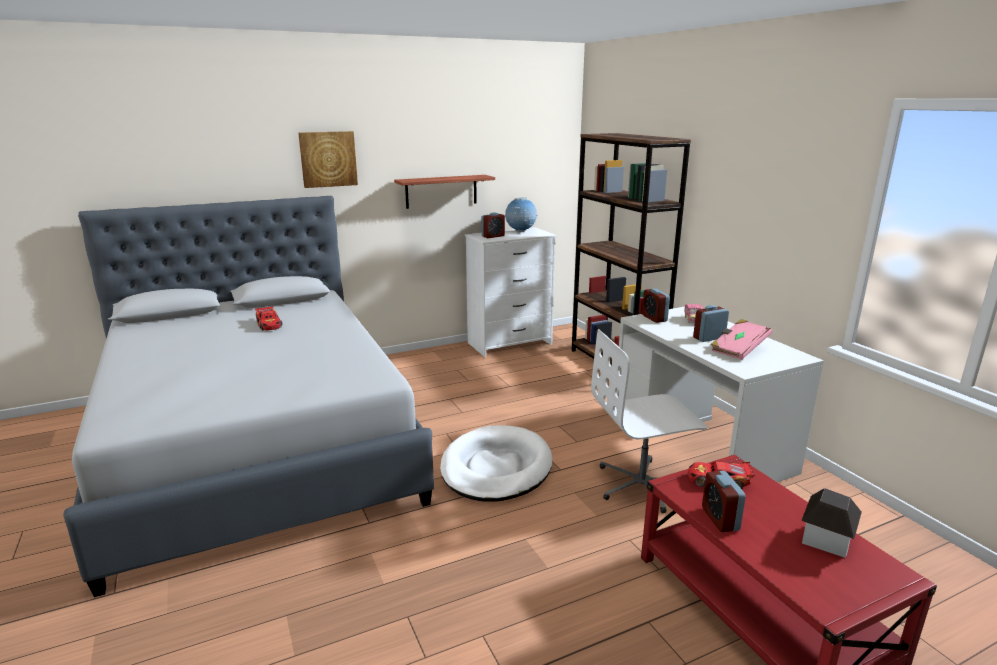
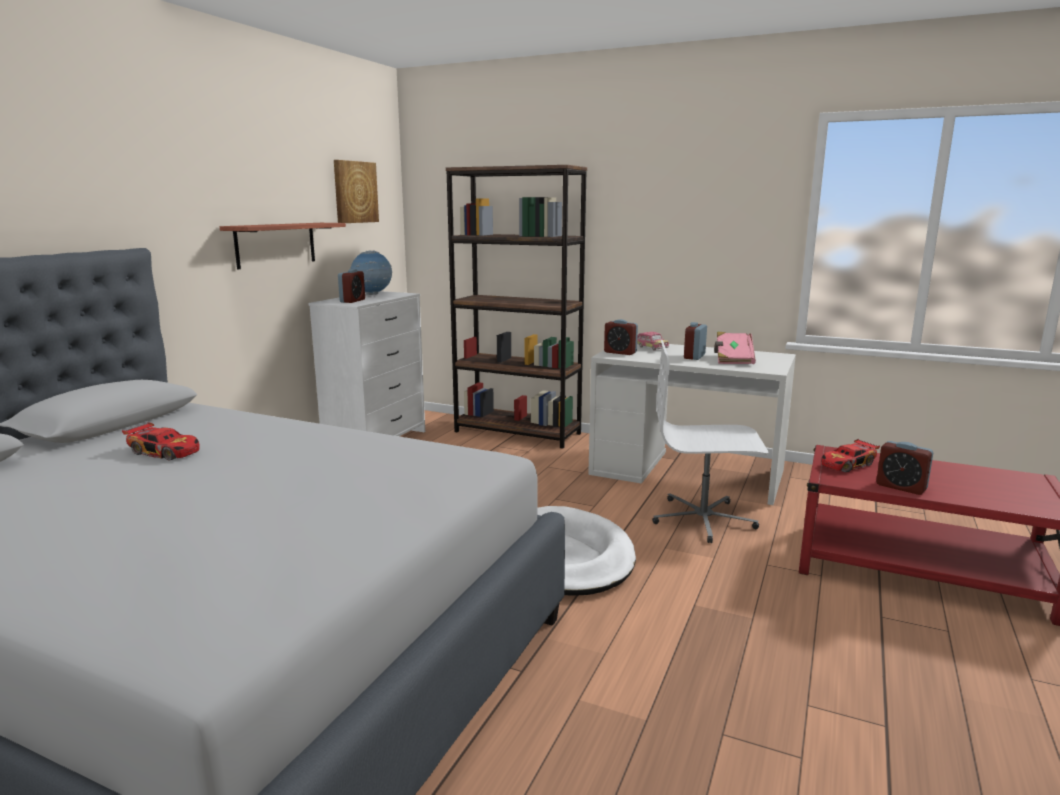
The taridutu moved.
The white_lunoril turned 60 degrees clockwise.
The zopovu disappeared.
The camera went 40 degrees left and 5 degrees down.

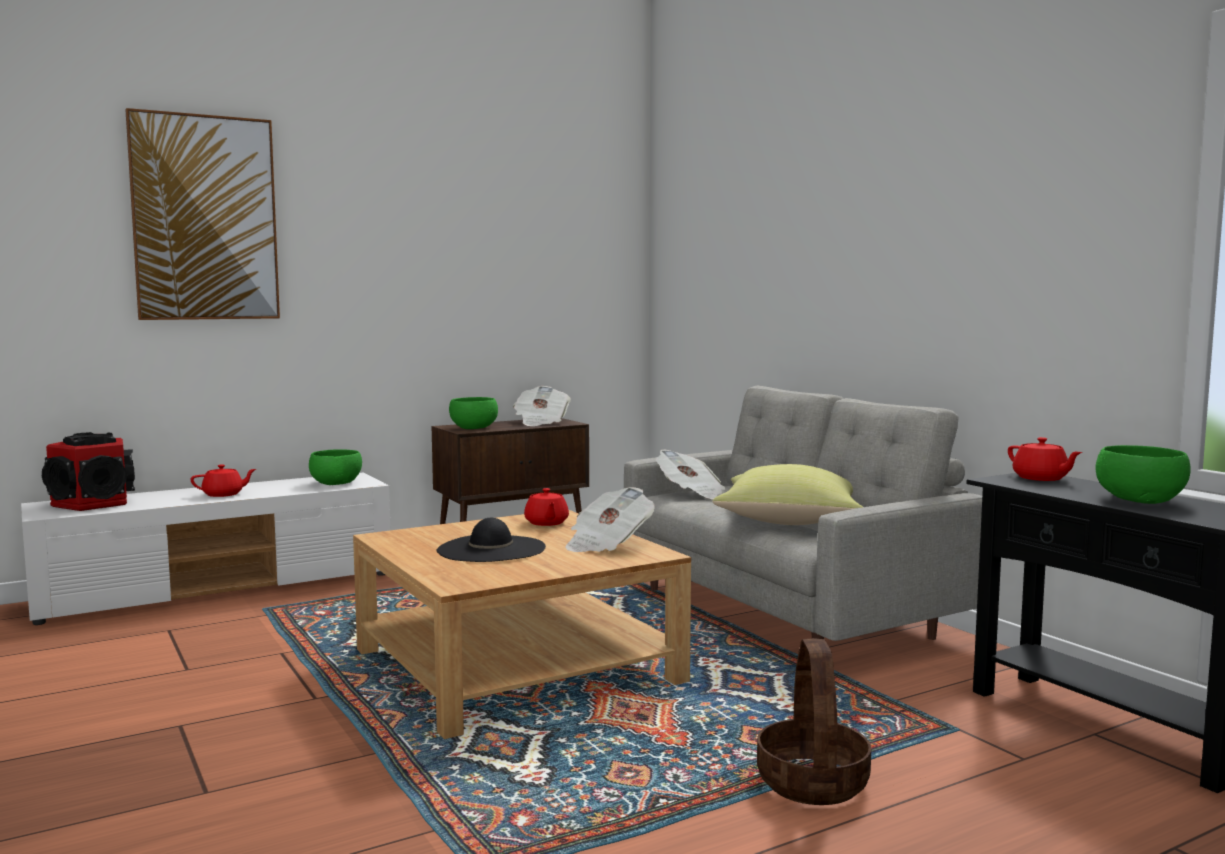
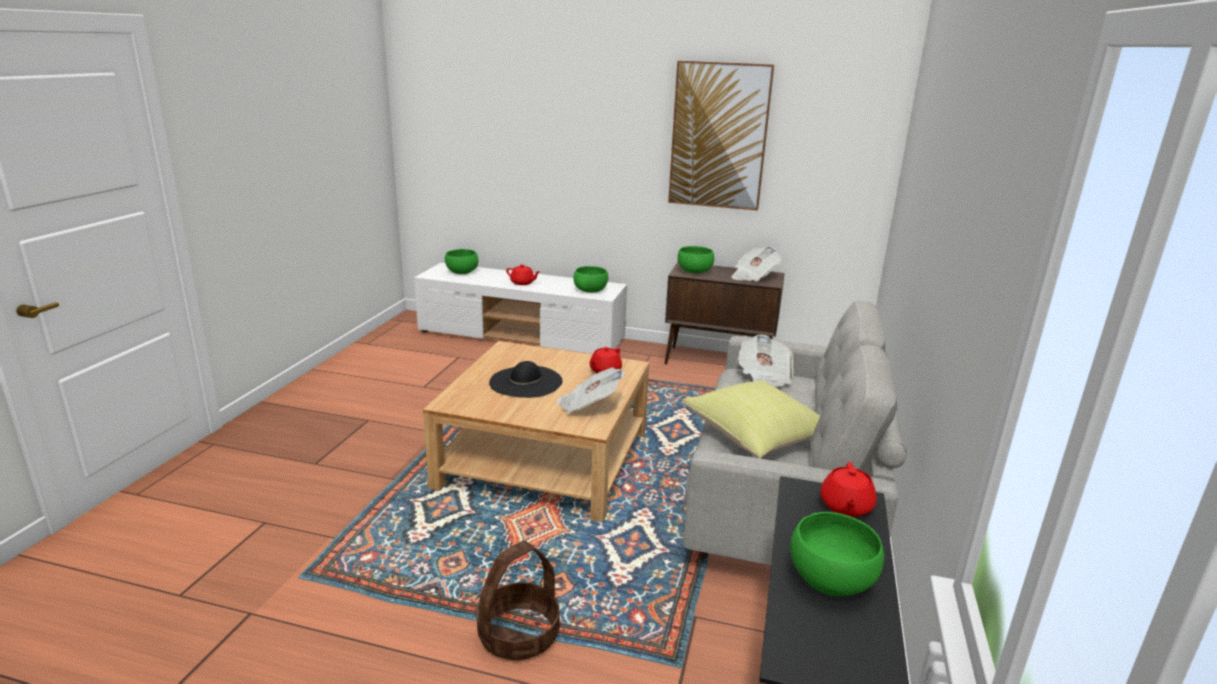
The taridutu moved.
The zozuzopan was replaced by the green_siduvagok (1st from left).
The camera went 45 degrees right and 15 degrees up.

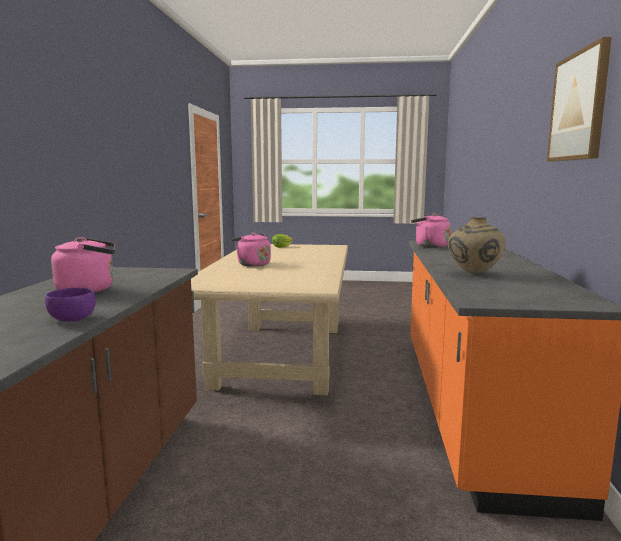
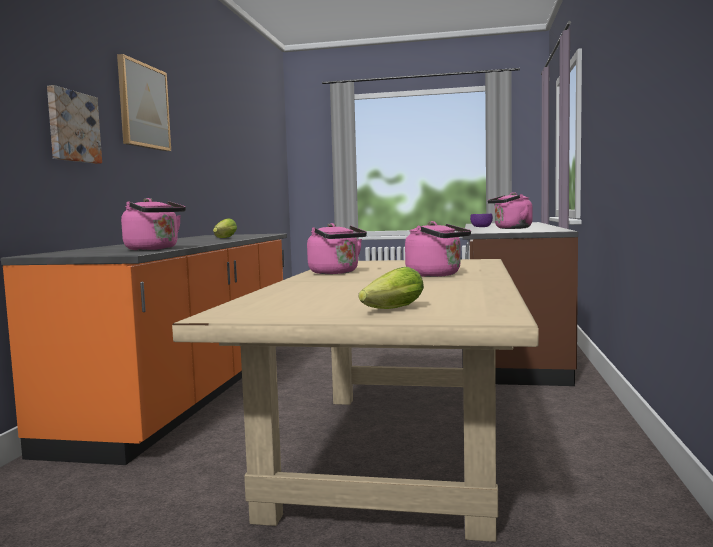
The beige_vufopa was replaced by the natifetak (1st from left).
The taridutu (1st from left) appeared.
The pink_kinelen (2nd from left) appeared.
The camera went 175 degrees left and 5 degrees down.

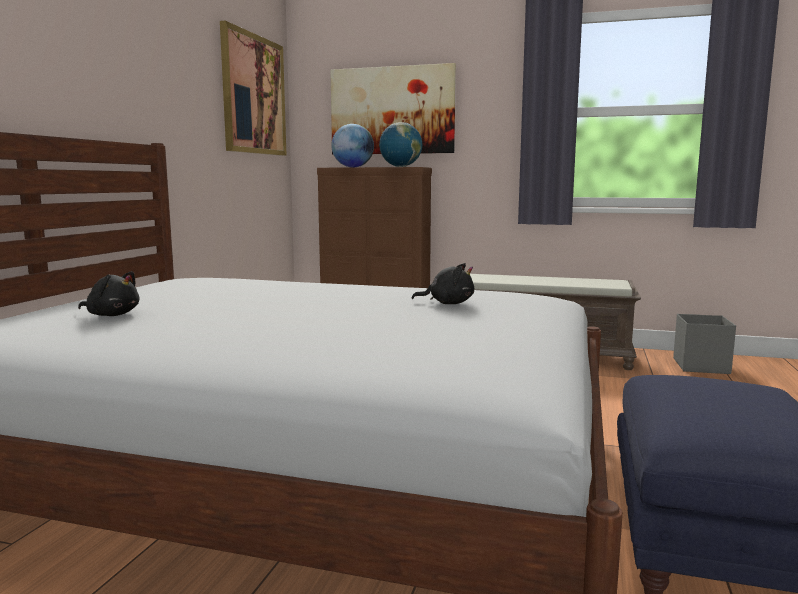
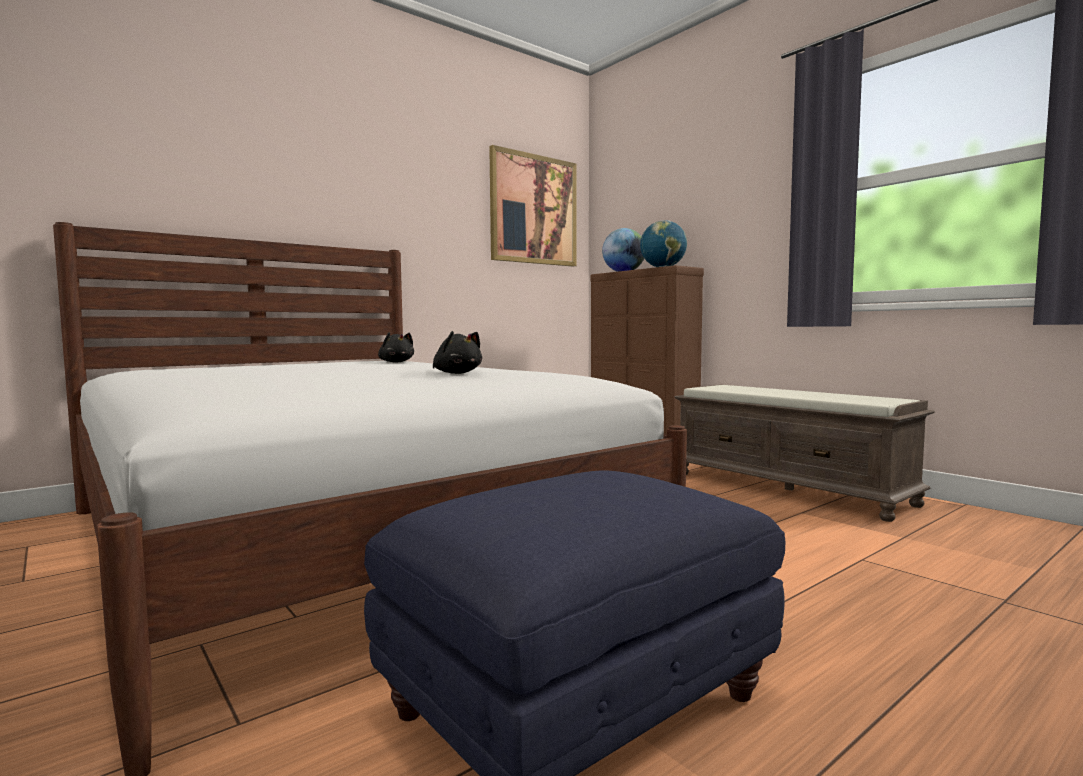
The taridutu (2nd from left) disappeared.
The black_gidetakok (1st from left) moved.
The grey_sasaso disappeared.
The camera went 35 degrees right and 5 degrees down.

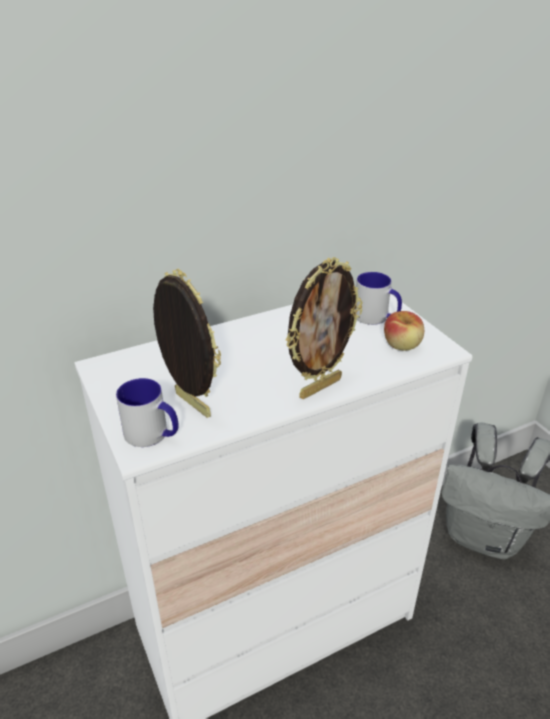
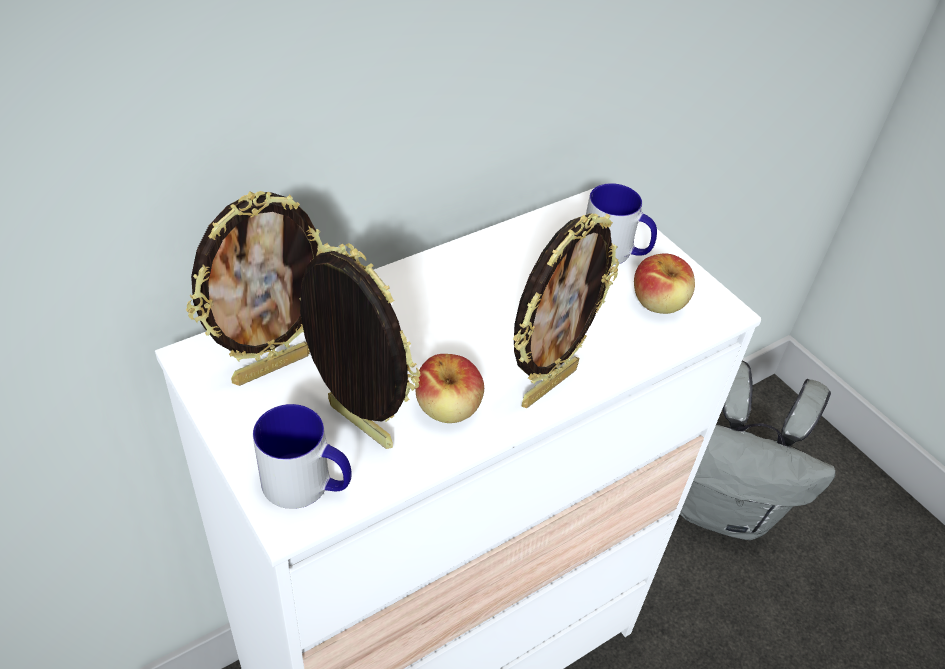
The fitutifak (1st from left) appeared.
The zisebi (1st from left) appeared.
The camera went 10 degrees left and 10 degrees up.

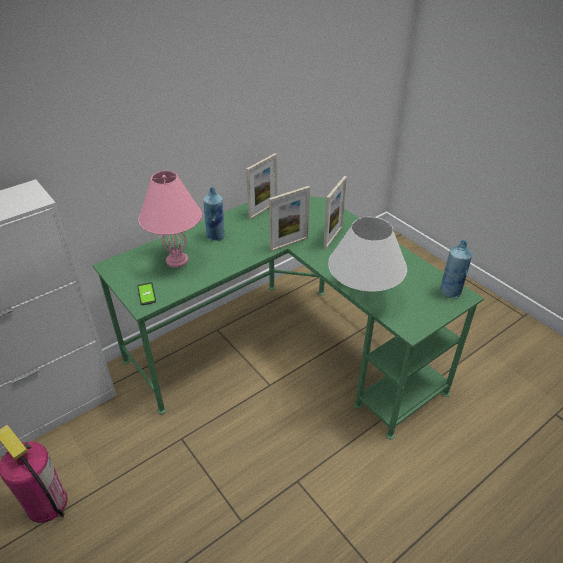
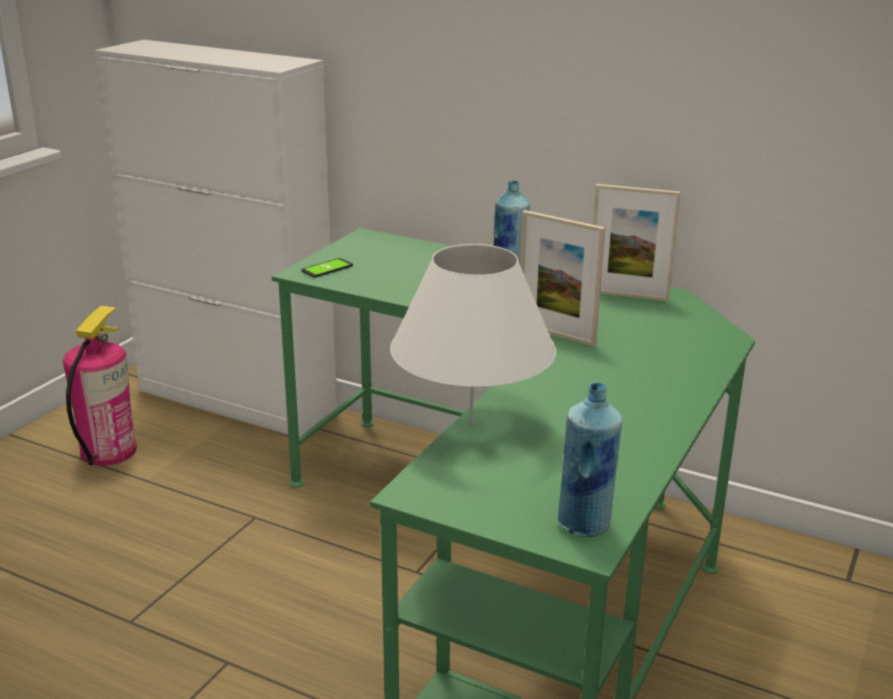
The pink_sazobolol disappeared.
The fitutifak (3rd from left) disappeared.
The camera went 65 degrees right and 15 degrees down.

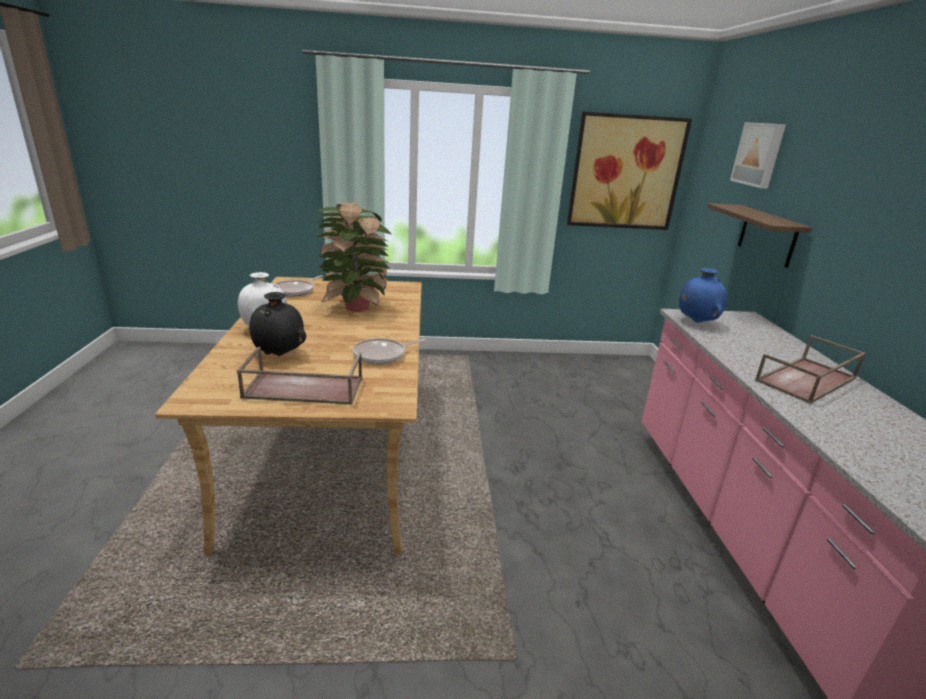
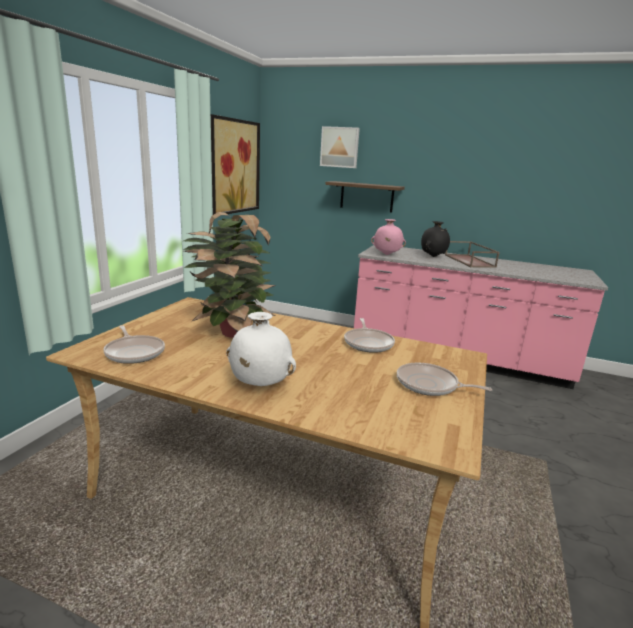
The blue_vufopa became the pink_vufopa.
The black_vufopa moved.
The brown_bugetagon (1st from left) was replaced by the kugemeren (3rd from left).
The camera went 65 degrees left and 5 degrees down.

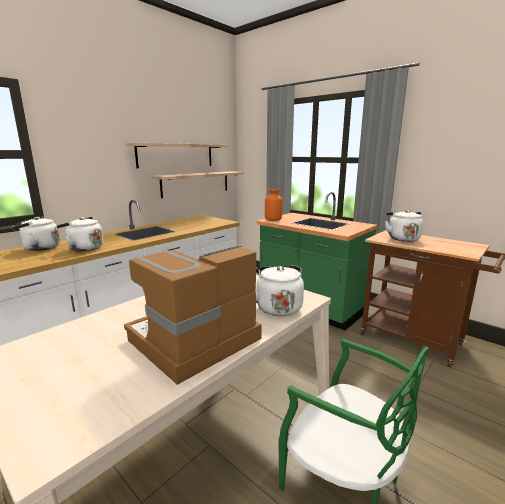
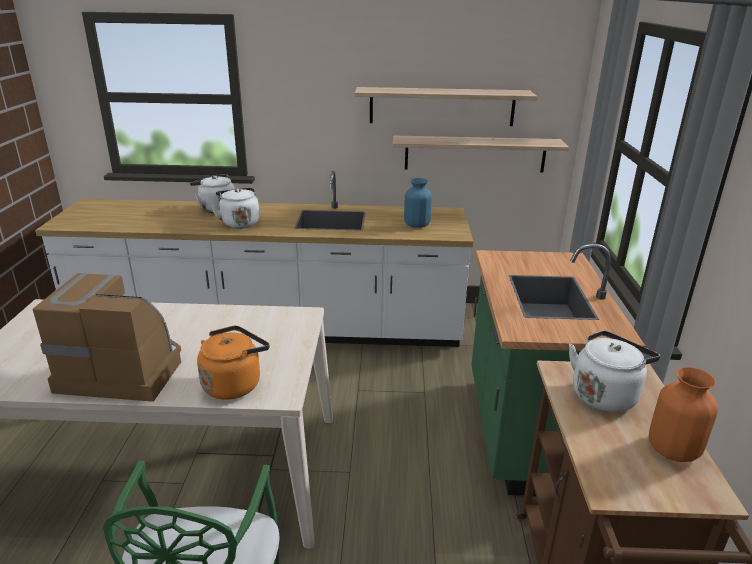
The orange_vufopa moved.
The white_kinelen (3rd from left) became the orange_kinelen.
The blue_vufopa appeared.
The camera went 50 degrees right and 10 degrees up.

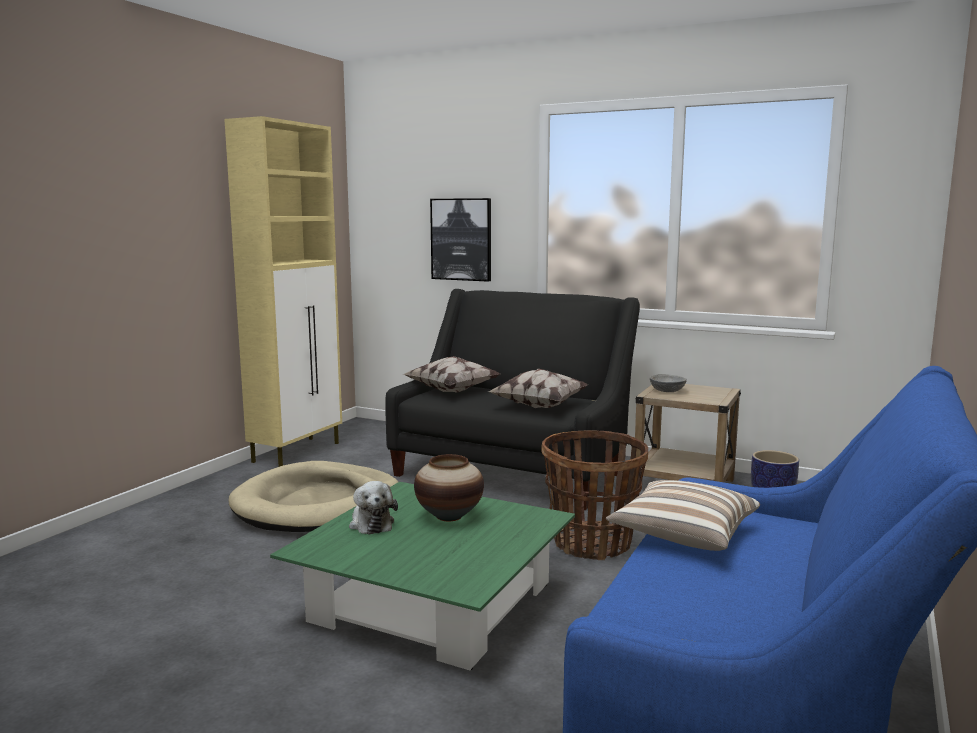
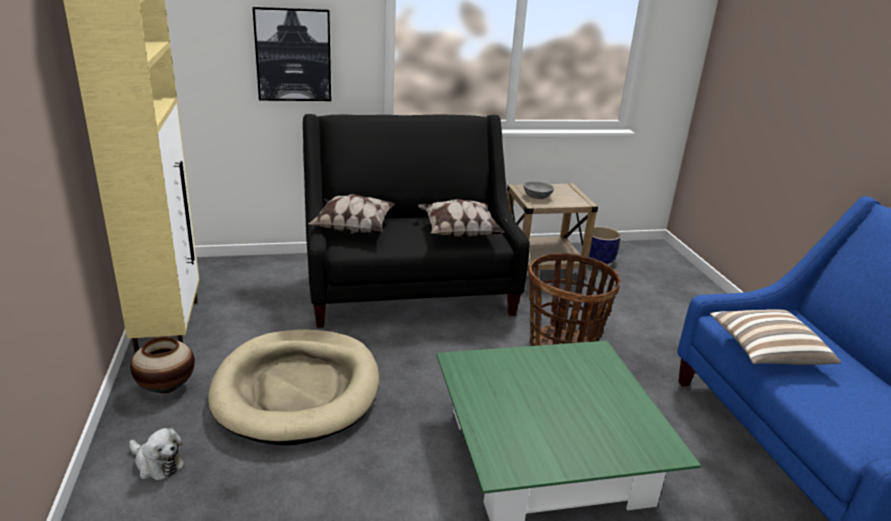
The vufopa moved.
The gidetakok moved.
The camera went 40 degrees left and 15 degrees up.

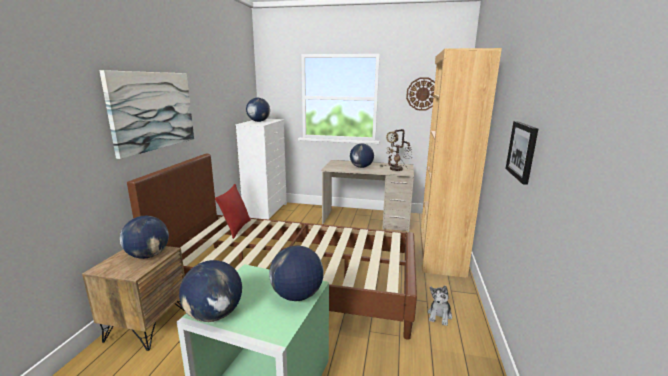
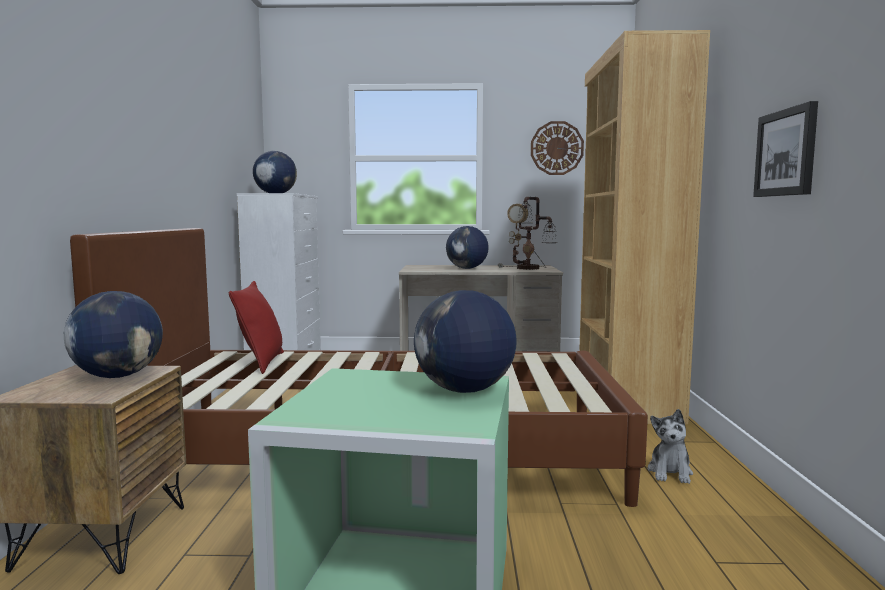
The taridutu (1st from left) disappeared.
The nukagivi (2nd from left) disappeared.
The camera went 10 degrees left and 10 degrees down.

